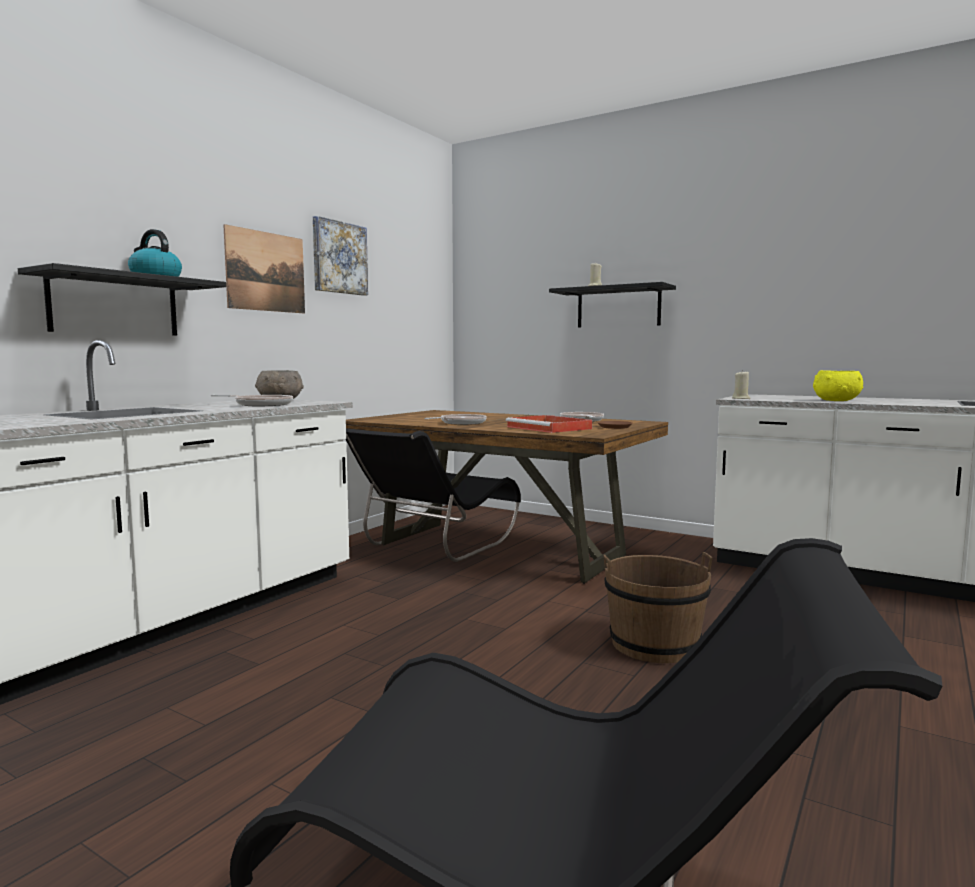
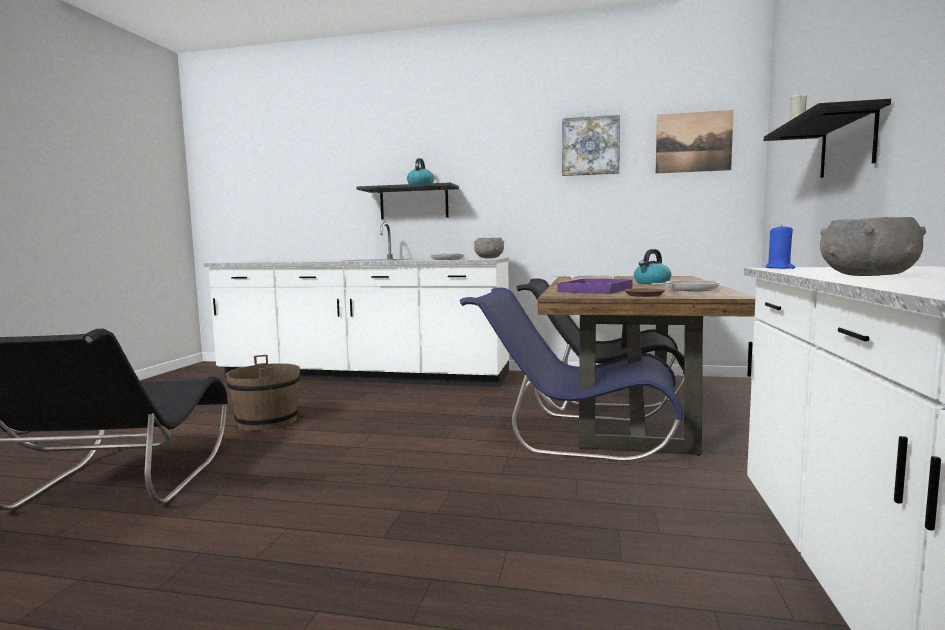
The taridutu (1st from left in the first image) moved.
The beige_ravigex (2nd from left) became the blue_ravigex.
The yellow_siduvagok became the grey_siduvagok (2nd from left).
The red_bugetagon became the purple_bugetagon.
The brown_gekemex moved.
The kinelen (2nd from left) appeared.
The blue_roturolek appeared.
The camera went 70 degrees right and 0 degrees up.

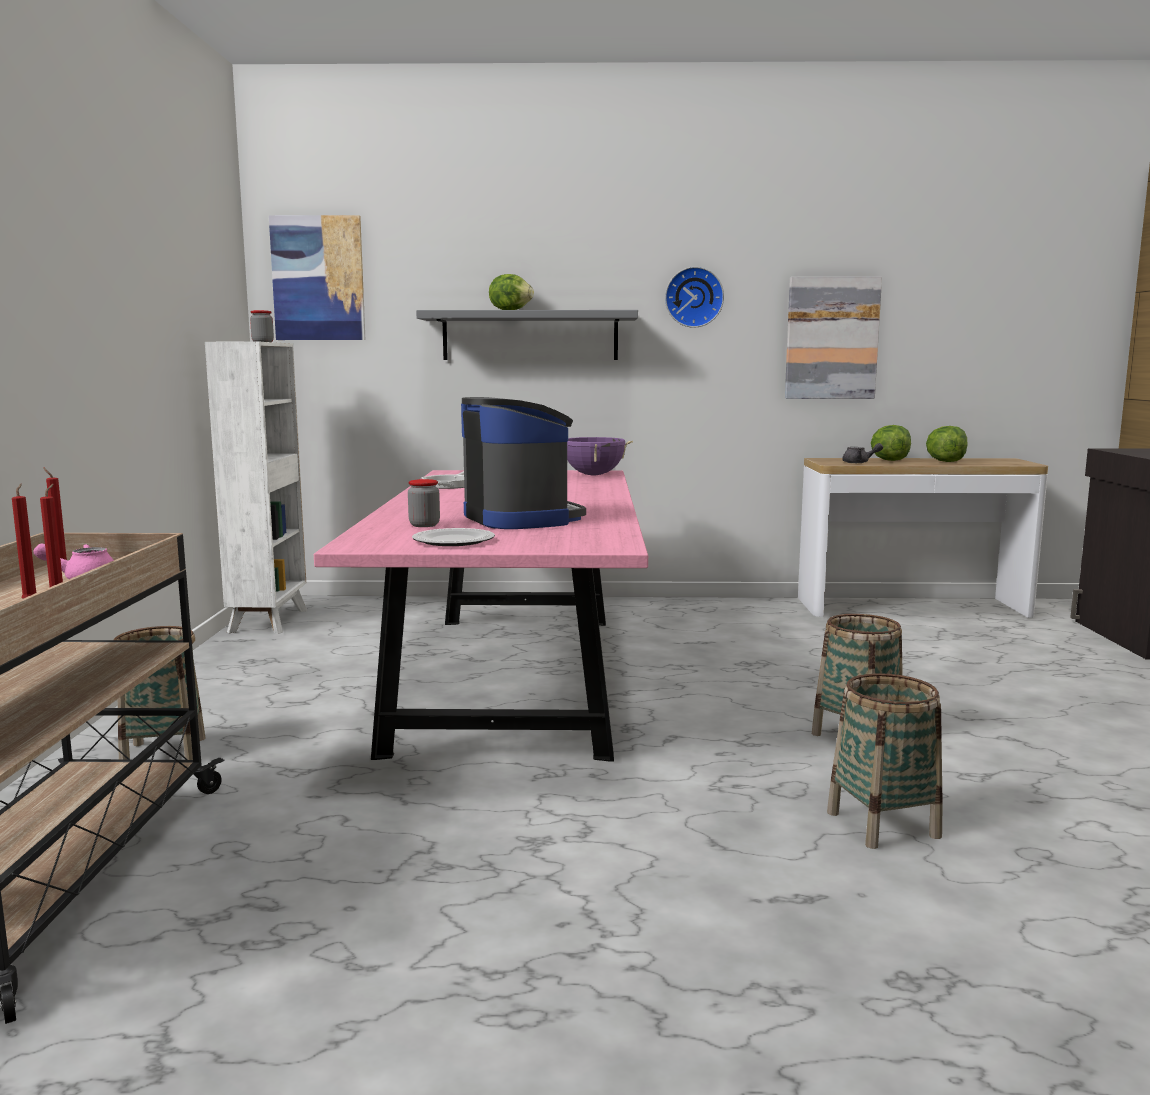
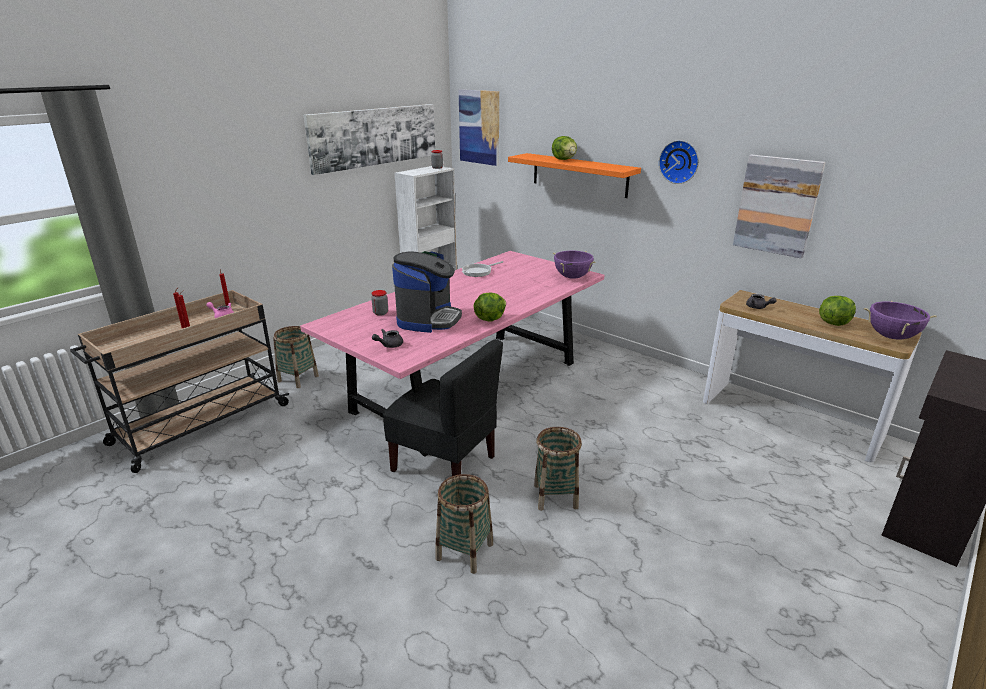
The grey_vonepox became the orange_vonepox.
The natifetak (2nd from left in the first image) moved.
The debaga disappeared.
The taridutu (1st from left) appeared.
The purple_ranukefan (2nd from left) appeared.
The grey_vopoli (1st from left) appeared.
The black_roturolek appeared.
The camera went 40 degrees right and 15 degrees up.

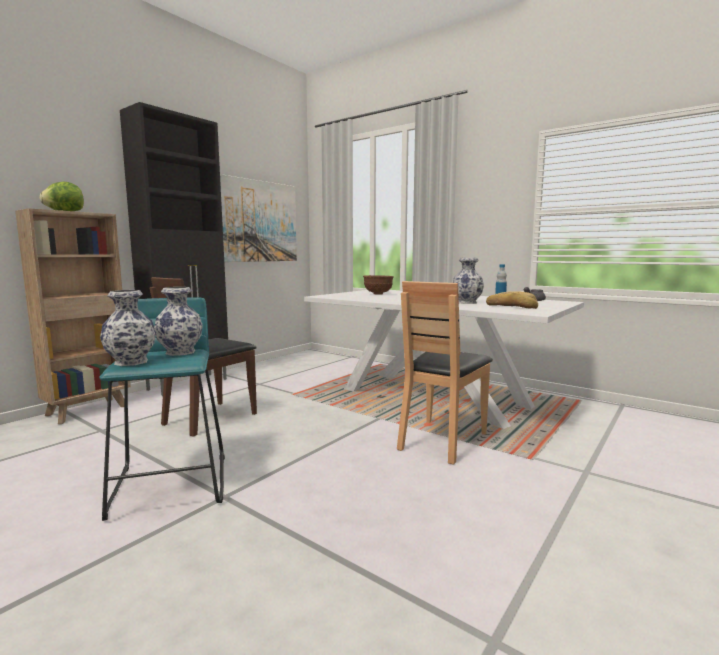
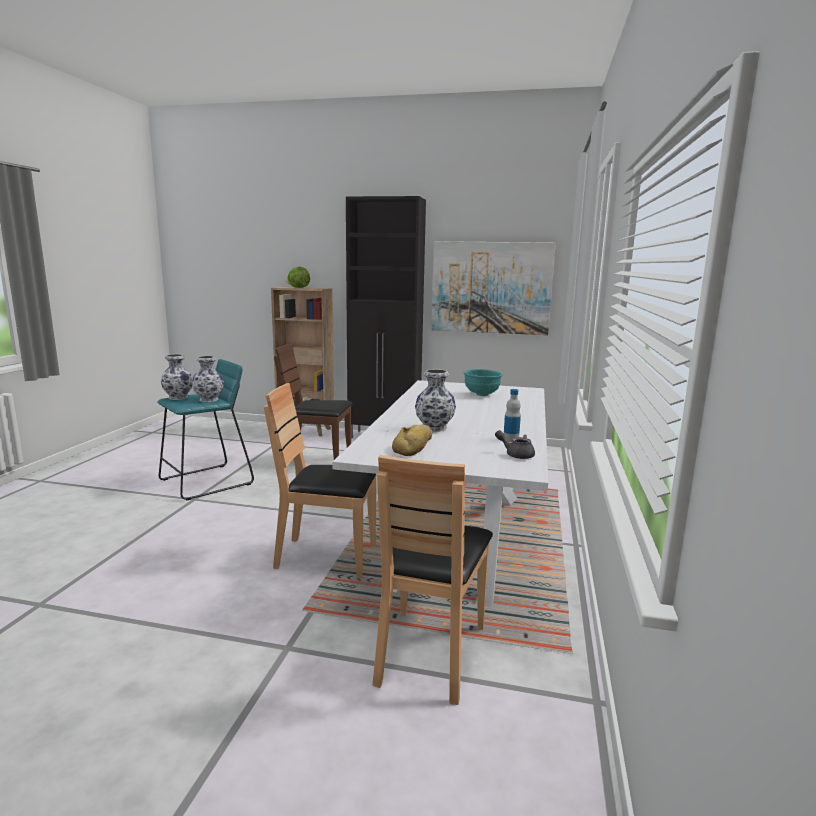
The brown_siduvagok became the turquoise_siduvagok.
The brown_roturolek (3rd from left) appeared.
The camera went 65 degrees right and 5 degrees up.

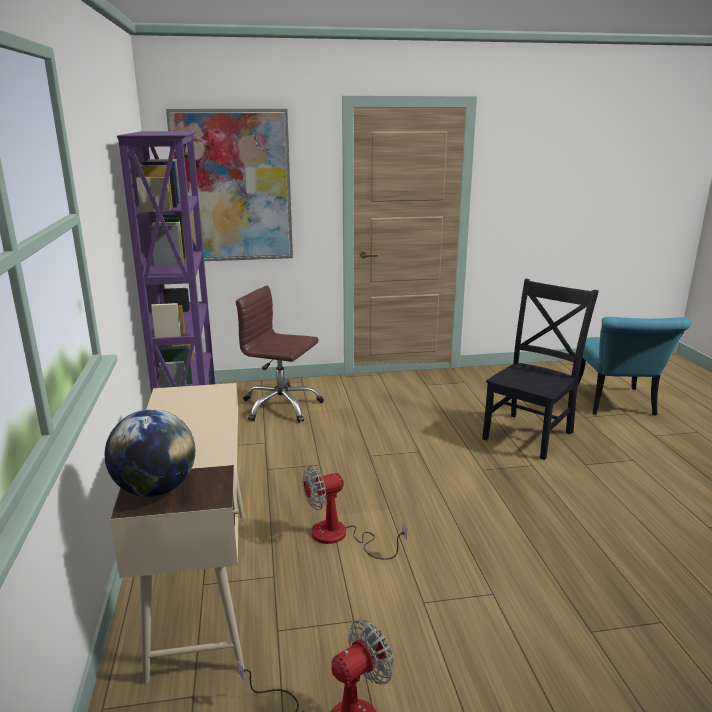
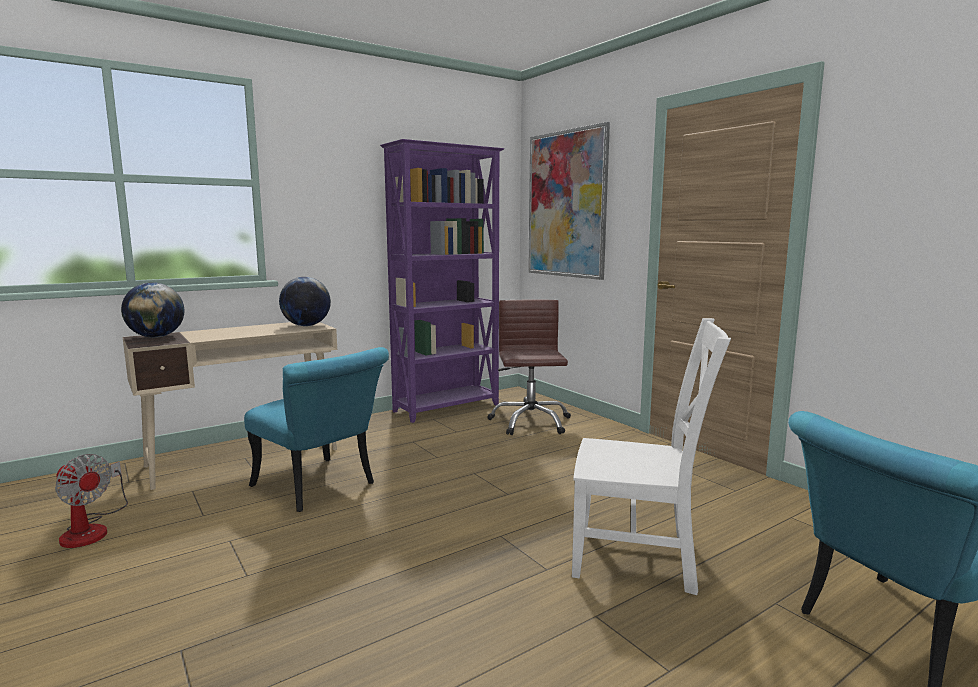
The black_roturolek became the white_roturolek.
The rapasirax (2nd from left) was replaced by the turquoise_roturolek (1st from left).
The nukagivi (2nd from left) appeared.
The camera went 65 degrees right and 10 degrees down.

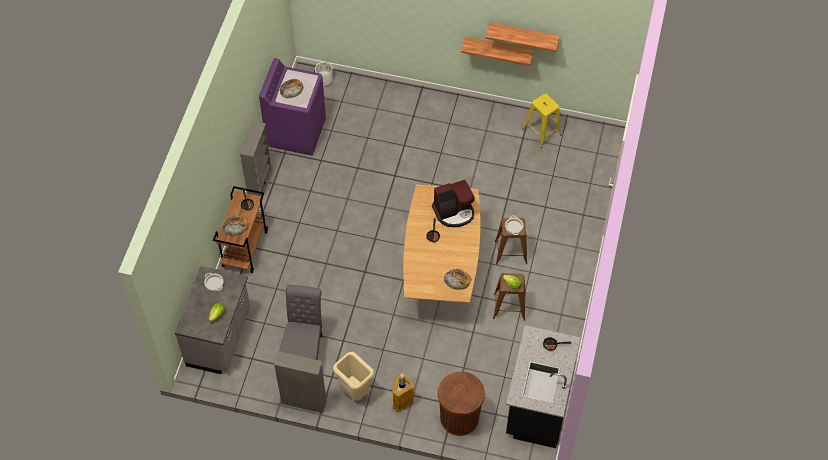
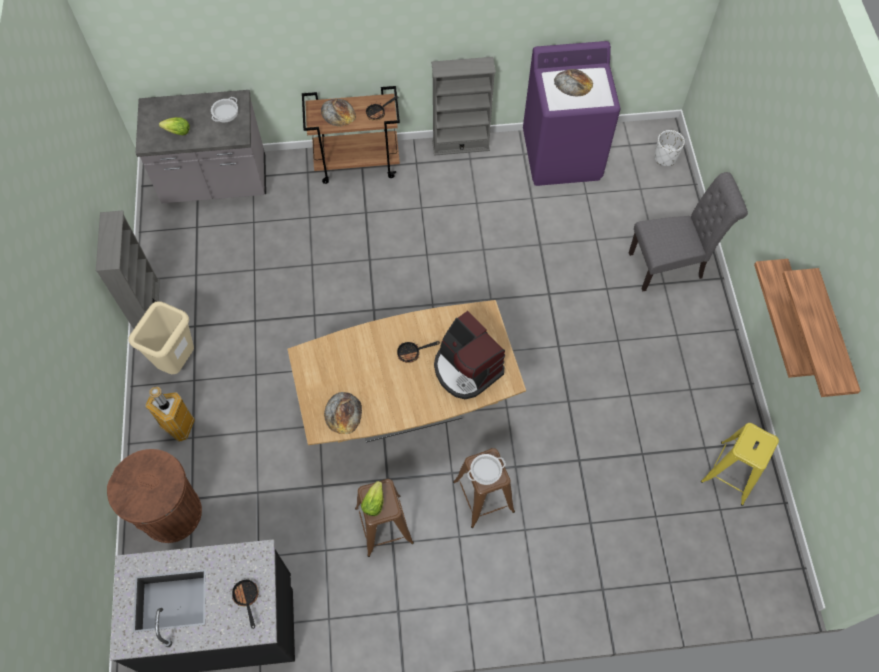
The grey_roturolek moved.
The camera went 70 degrees right and 5 degrees up.

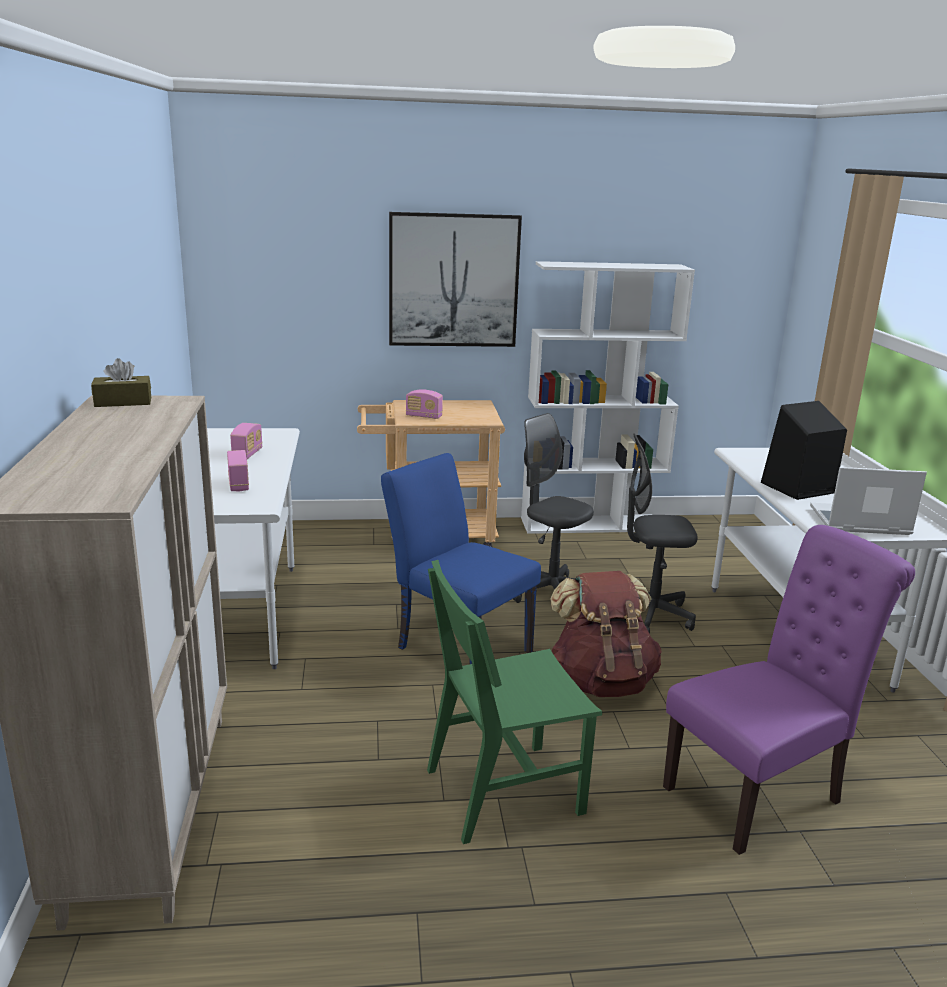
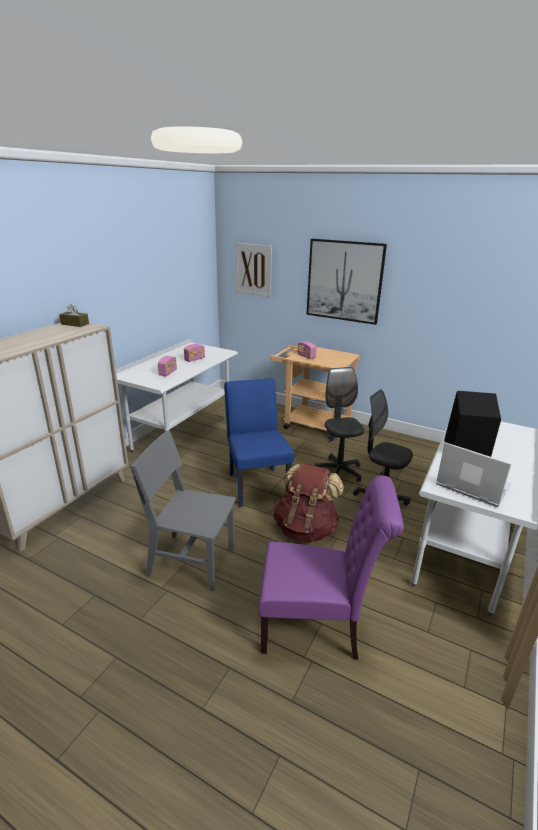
The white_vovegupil disappeared.
The green_roturolek became the grey_roturolek.
The taridutu (1st from left) appeared.
The camera went 35 degrees right and 5 degrees up.

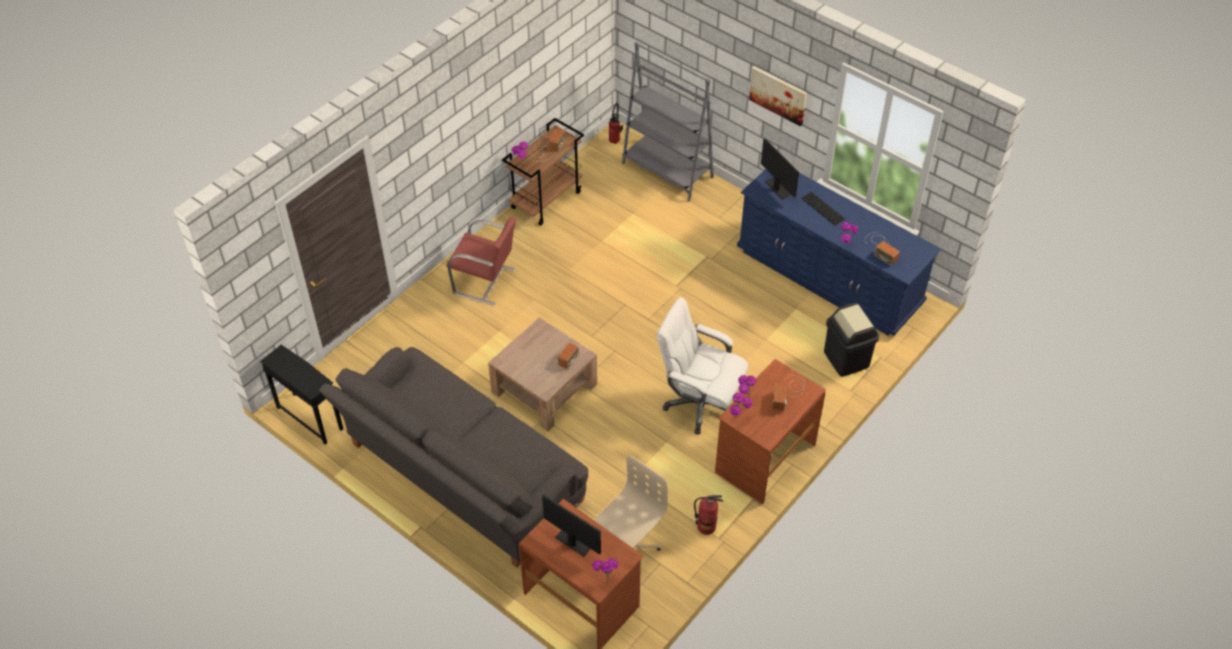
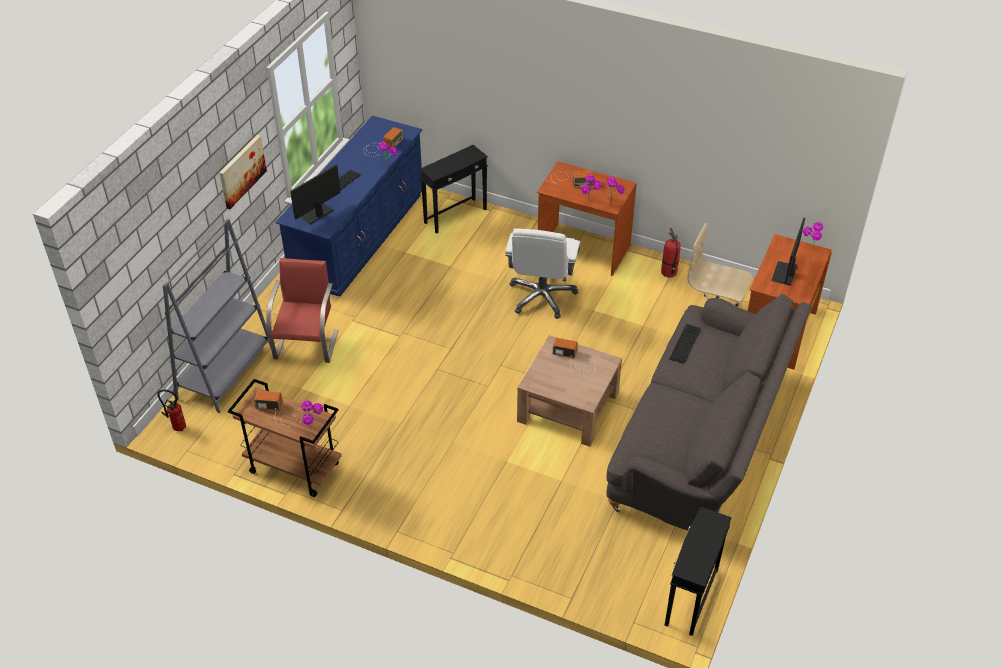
The red_roturolek moved.
The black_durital was replaced by the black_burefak (1st from left).
The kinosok (2nd from left) appeared.
The camera went 105 degrees left and 5 degrees down.

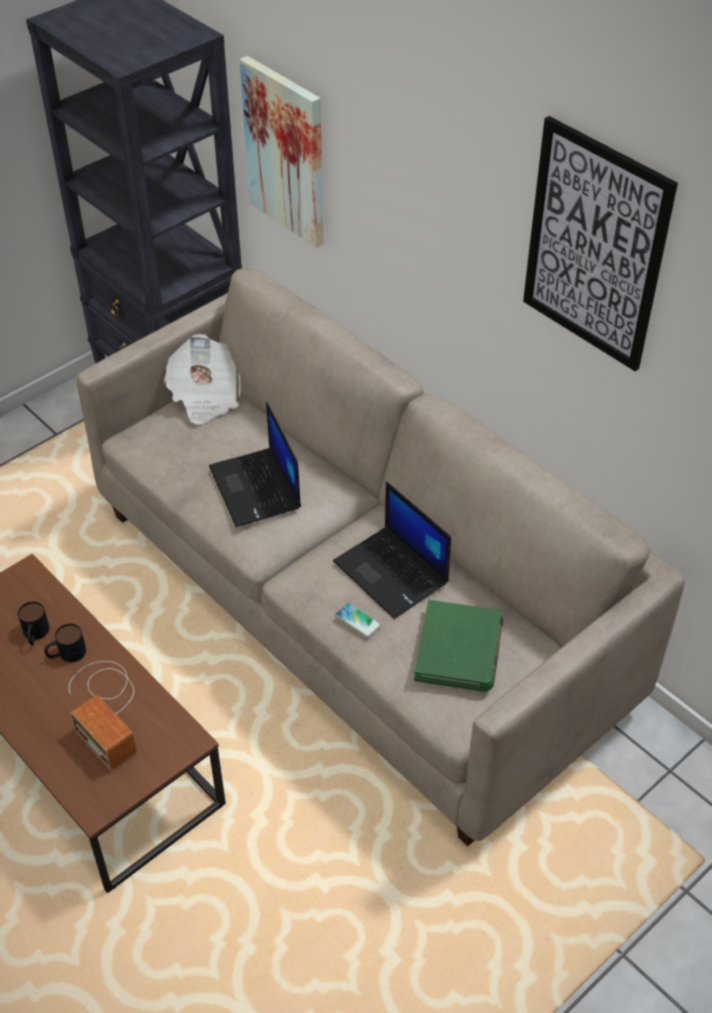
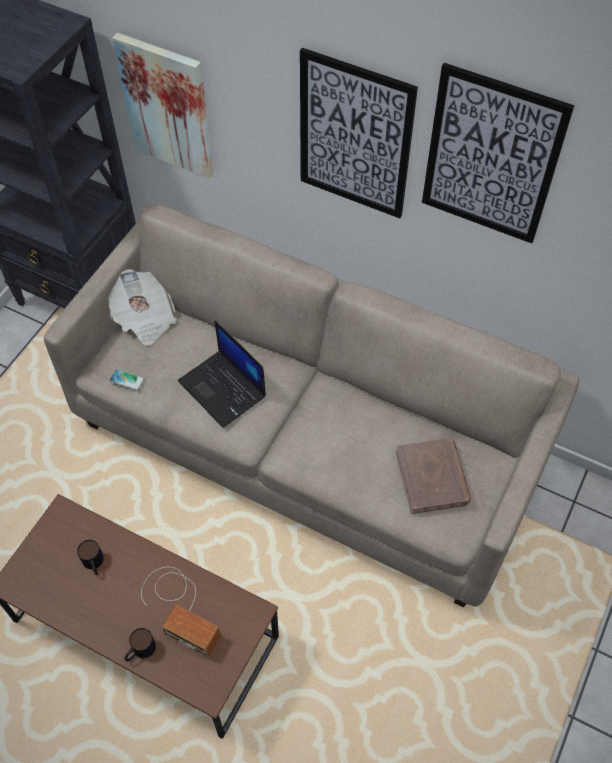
The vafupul (2nd from left) disappeared.
The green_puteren became the brown_puteren.
The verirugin moved.
The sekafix (2nd from left) moved.
The taridutu (2nd from left) appeared.
The camera went 20 degrees left and 10 degrees up.

